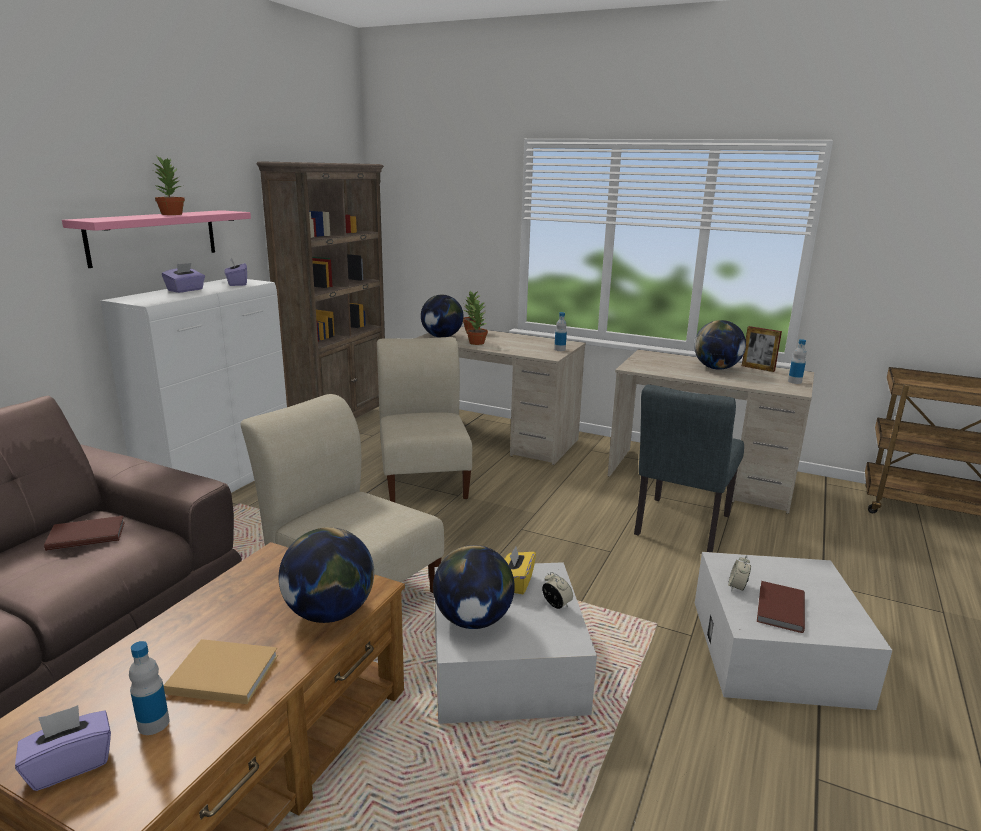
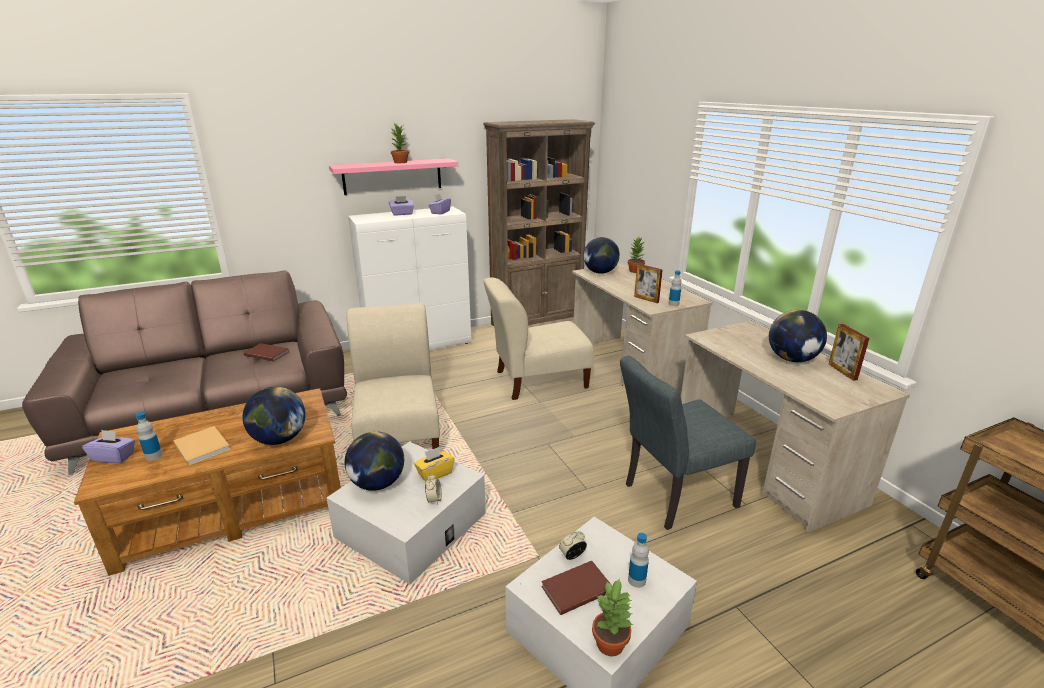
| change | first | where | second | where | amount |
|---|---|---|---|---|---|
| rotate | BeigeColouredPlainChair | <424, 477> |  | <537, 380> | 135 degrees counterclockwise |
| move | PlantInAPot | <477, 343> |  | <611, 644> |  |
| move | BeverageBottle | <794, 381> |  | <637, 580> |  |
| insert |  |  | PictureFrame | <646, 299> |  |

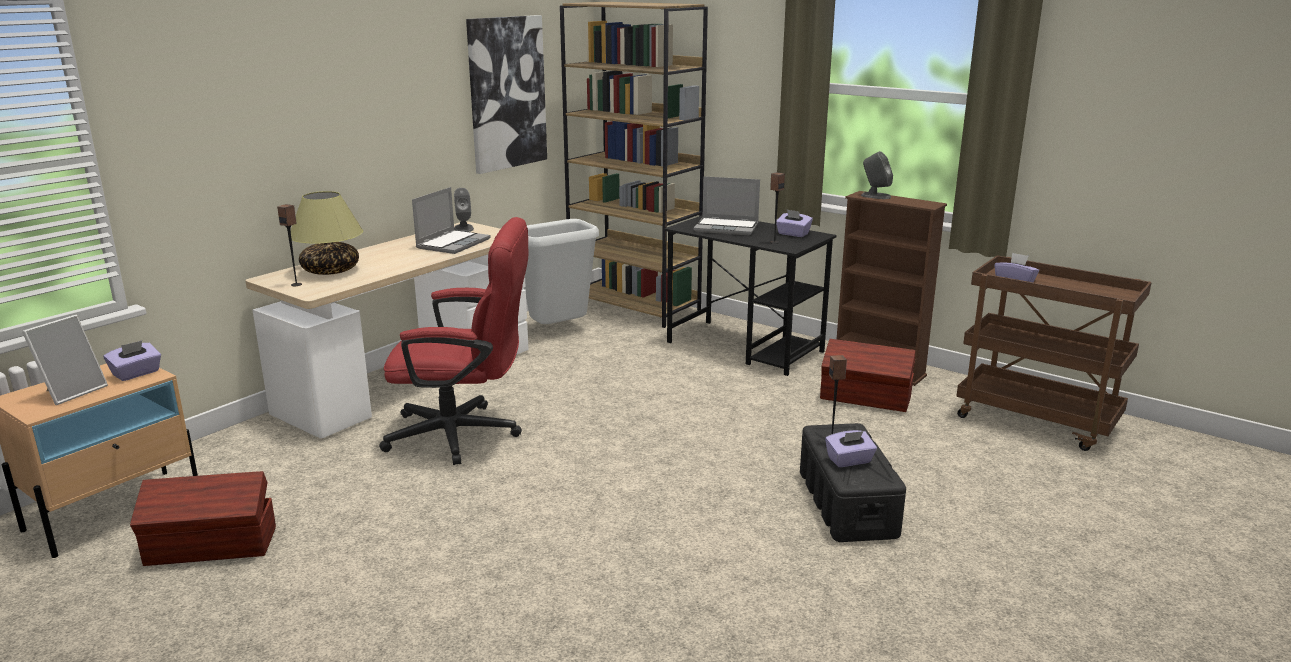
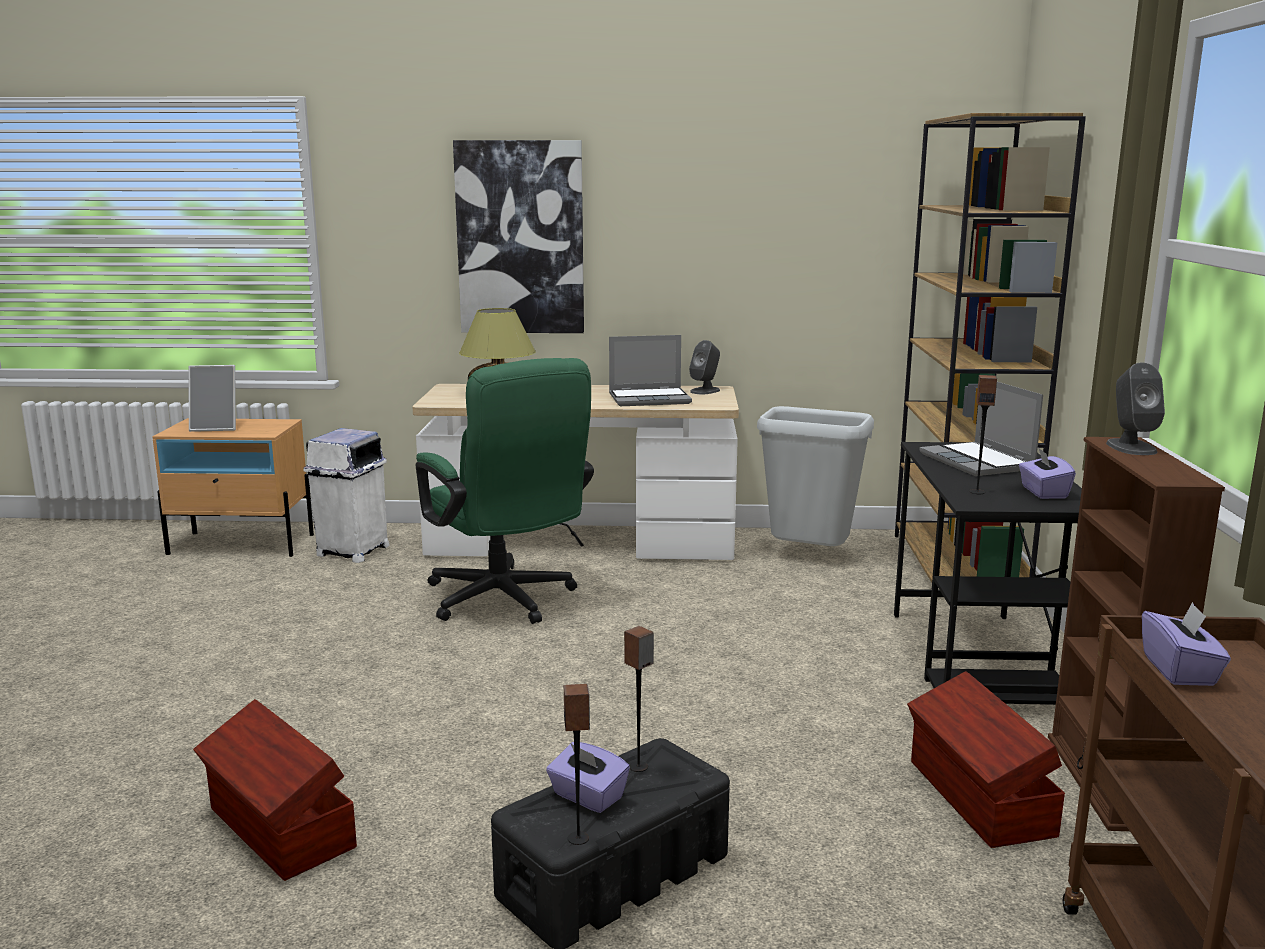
| change | first | where | second | where | amount |
|---|---|---|---|---|---|
| move | BrownishStorageContainer | <212, 547> |  | <279, 829> |  |
| insert |  |  | WhiteWasteBin | <352, 551> |  |
| recolor | RedColouredOfficeChair | <465, 434> | GreenColouredOfficeChair | <506, 602> |  |
| move | Picture | <506, 93> |  | <520, 238> |  |
| move | AudioSpeaker | <296, 284> |  | <578, 838> |  |
| delete | PurpleColouredTissueHolder | <136, 373> |  |  |  |

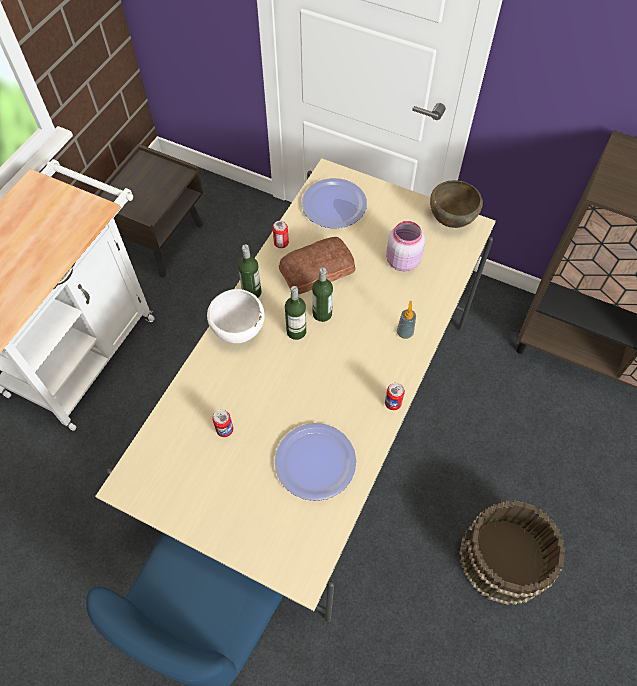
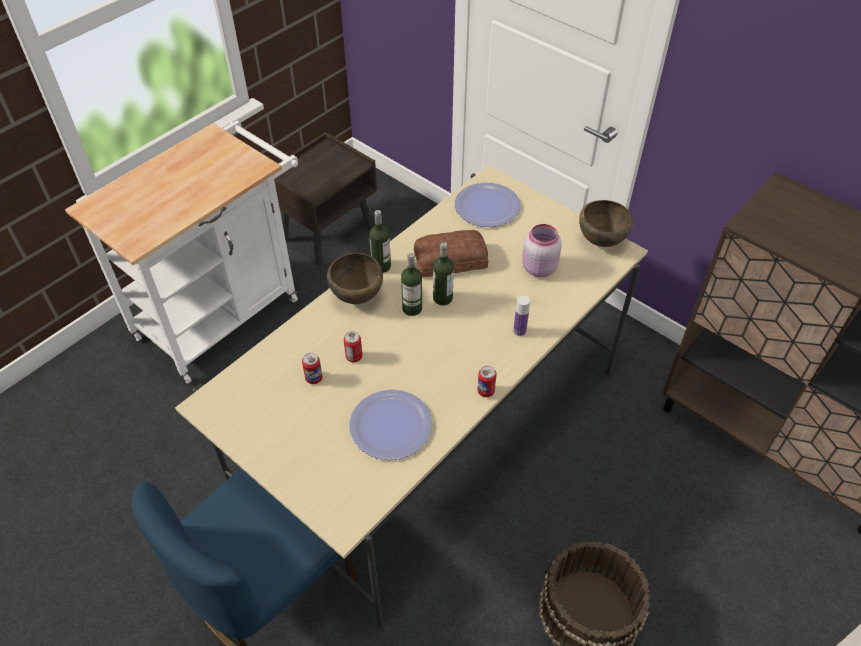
| change | first | where | second | where | amount |
|---|---|---|---|---|---|
| recolor | WhiteServingBowl | <239, 331> | BrownishServingBowl | <357, 297> |  |
| move | SealedCan | <281, 243> |  | <354, 356> |  |
| replace | SoapBottle | <404, 332> | BeverageBottle | <519, 331> |  |

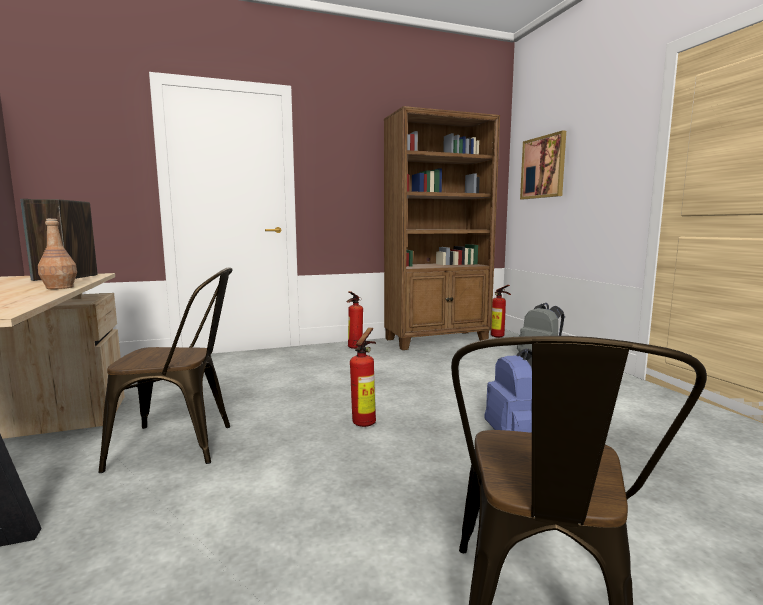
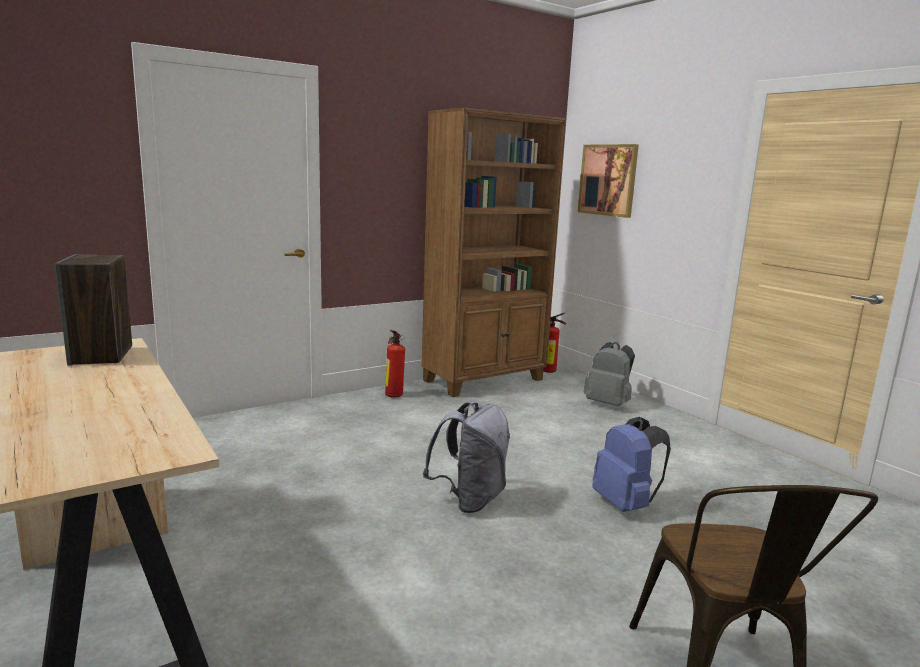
| change | first | where | second | where | amount |
|---|---|---|---|---|---|
| replace | FireFightingCylinder | <366, 421> | GreyKnapsack | <469, 500> |  |
| delete | BrownishBeverageBottle | <60, 287> |  |  |  |
| delete | BrownishPlainChair | <182, 445> |  |  |  |

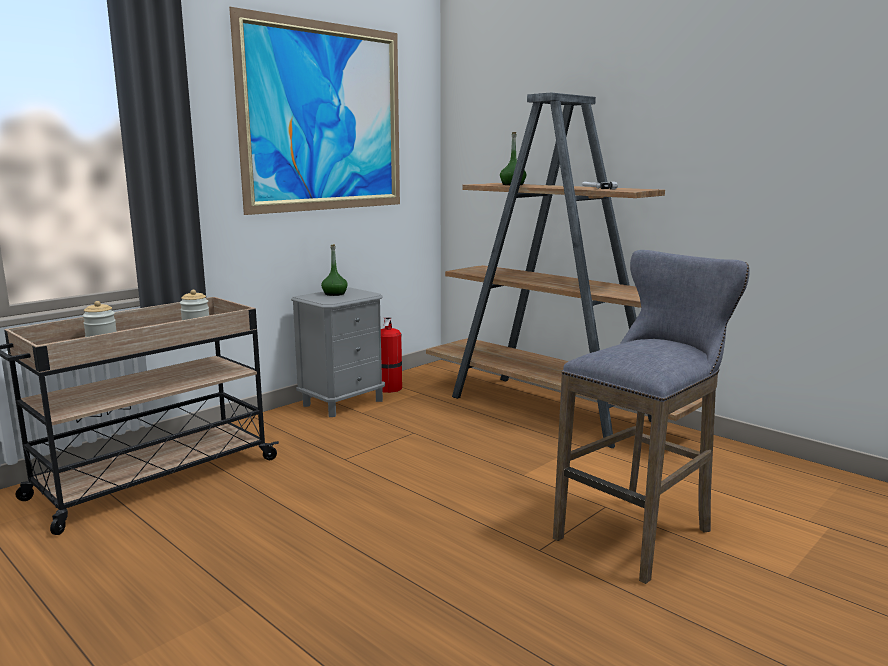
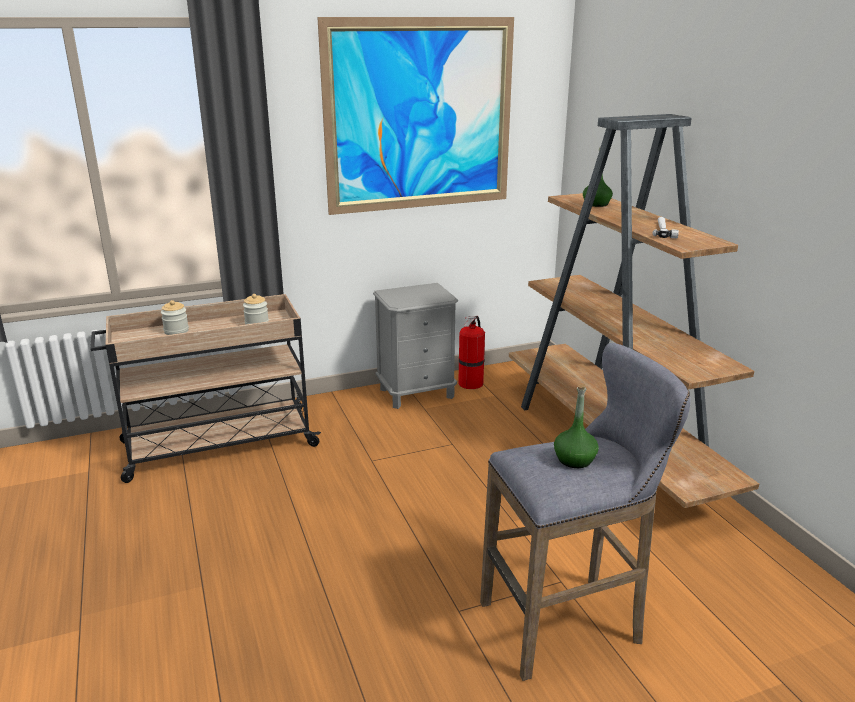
| change | first | where | second | where | amount |
|---|---|---|---|---|---|
| move | GreenColouredBeverageBottle | <334, 294> |  | <574, 459> |  |

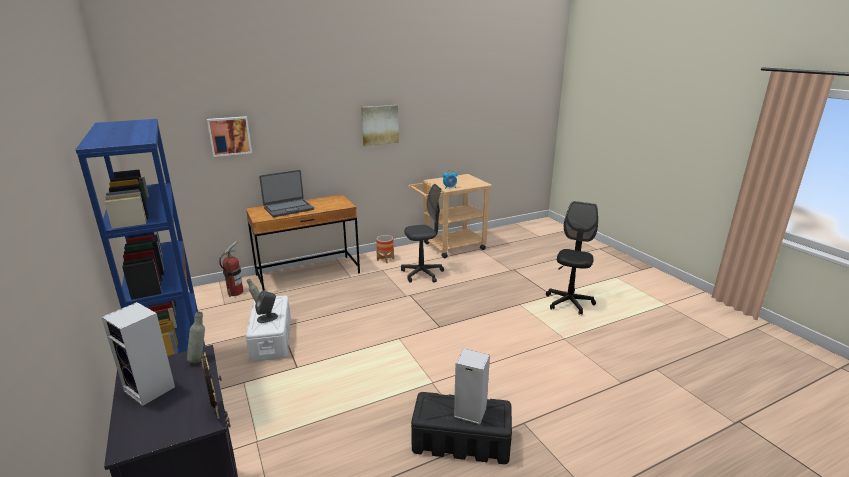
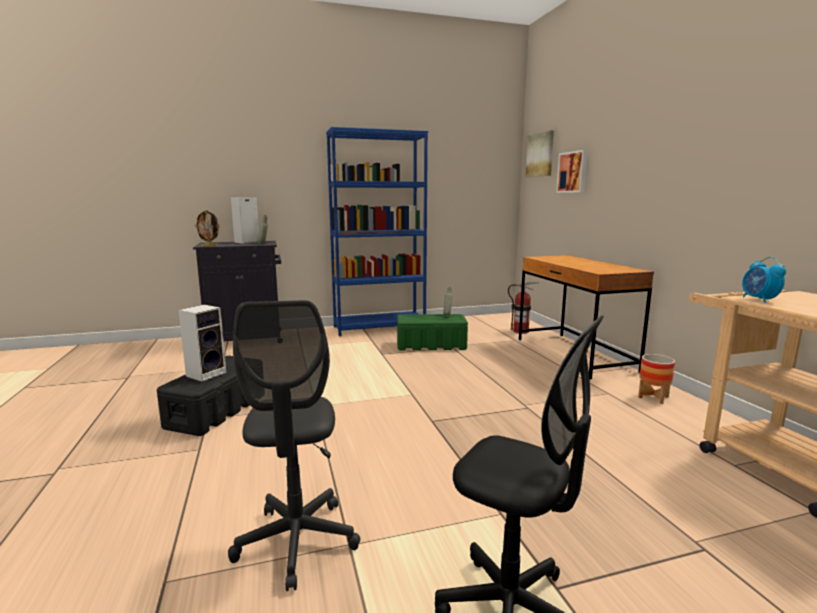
| change | first | where | second | where | amount |
|---|---|---|---|---|---|
| move | GreyOfficeChair | <422, 274> |  | <297, 541> |  |
| recolor | WhiteStorageContainer | <271, 339> | GreenColouredStorageContainer | <430, 345> |  |
| move | Picture | <379, 125> |  | <540, 155> |  |
| delete | GreyAudioSpeaker | <267, 318> |  |  |  |
| delete | Laptop | <288, 209> |  |  |  |

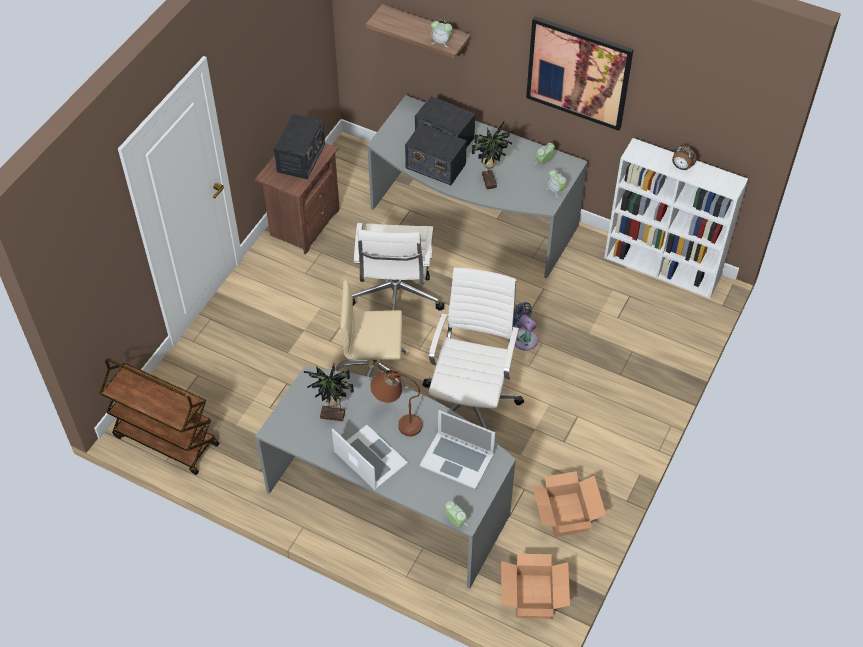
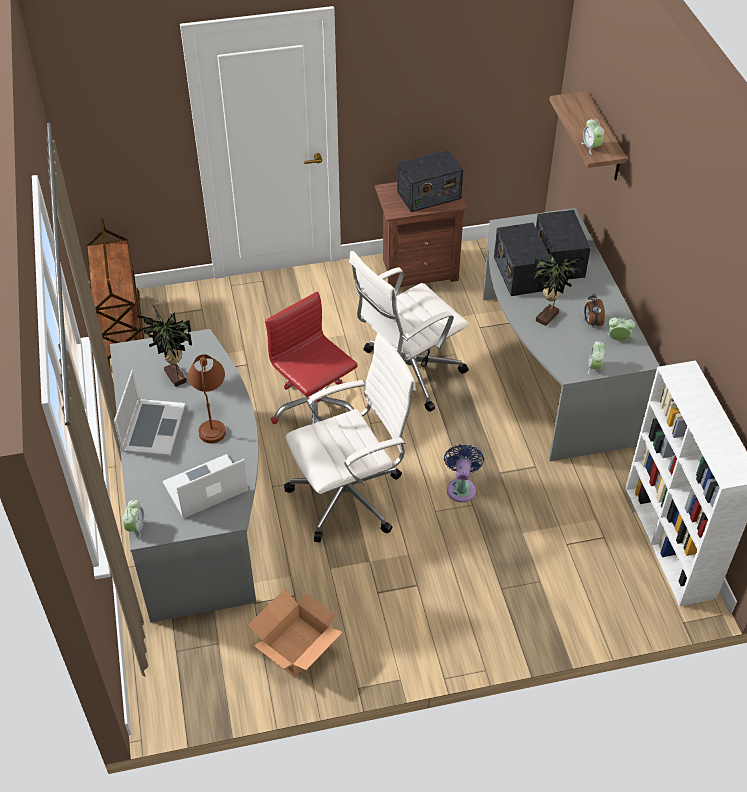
| change | first | where | second | where | amount |
|---|---|---|---|---|---|
| rotate | Laptop | <457, 459> |  | <205, 487> | 75 degrees clockwise |
| recolor | BeigeColouredOfficeChair | <373, 372> | RedColouredOfficeChair | <314, 410> |  |
| move | AlarmClock | <681, 167> |  | <592, 322> |  |
| delete | CardboardBox | <534, 596> |  |  |  |
| delete | Picture | <578, 73> |  |  |  |

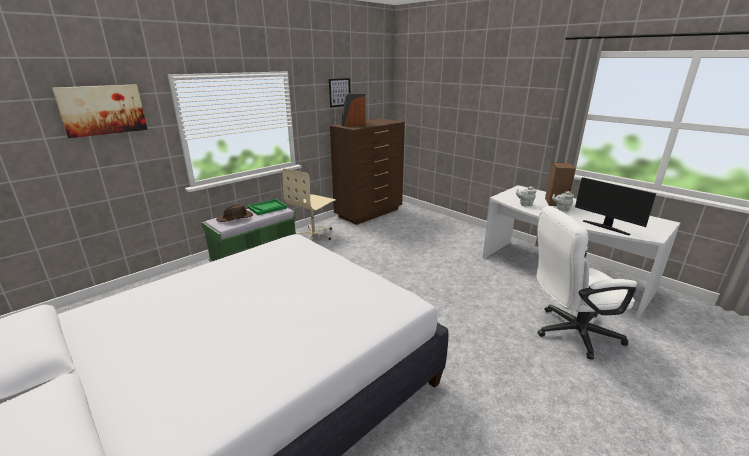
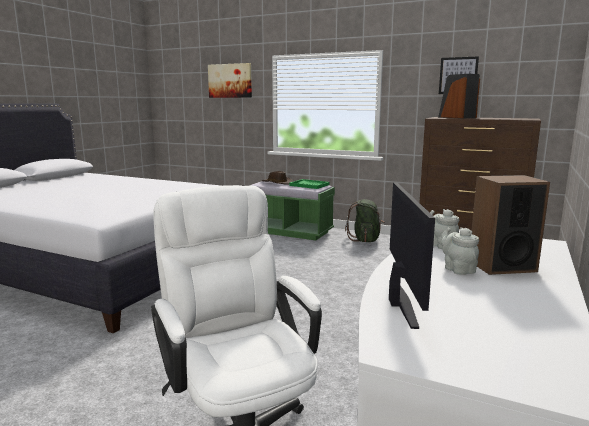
| change | first | where | second | where | amount |
|---|---|---|---|---|---|
| replace | BeigeColouredOfficeChair | <314, 235> | GreenColouredKnapsack | <365, 240> |  |
| rotate | ComputerScreen | <606, 227> |  | <399, 302> | 150 degrees clockwise |

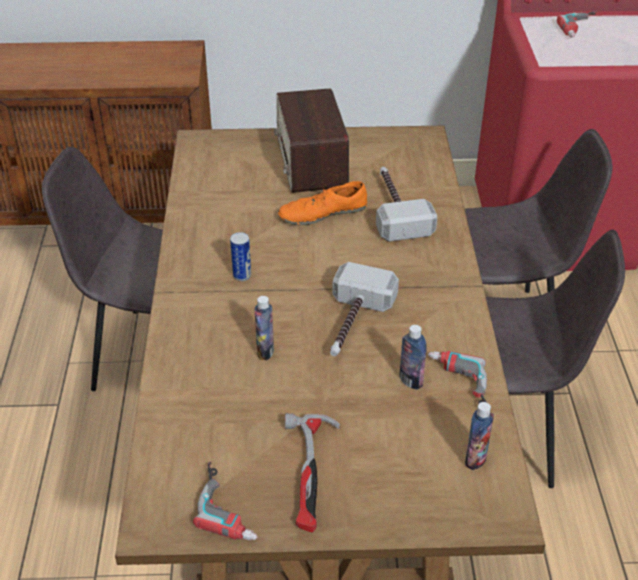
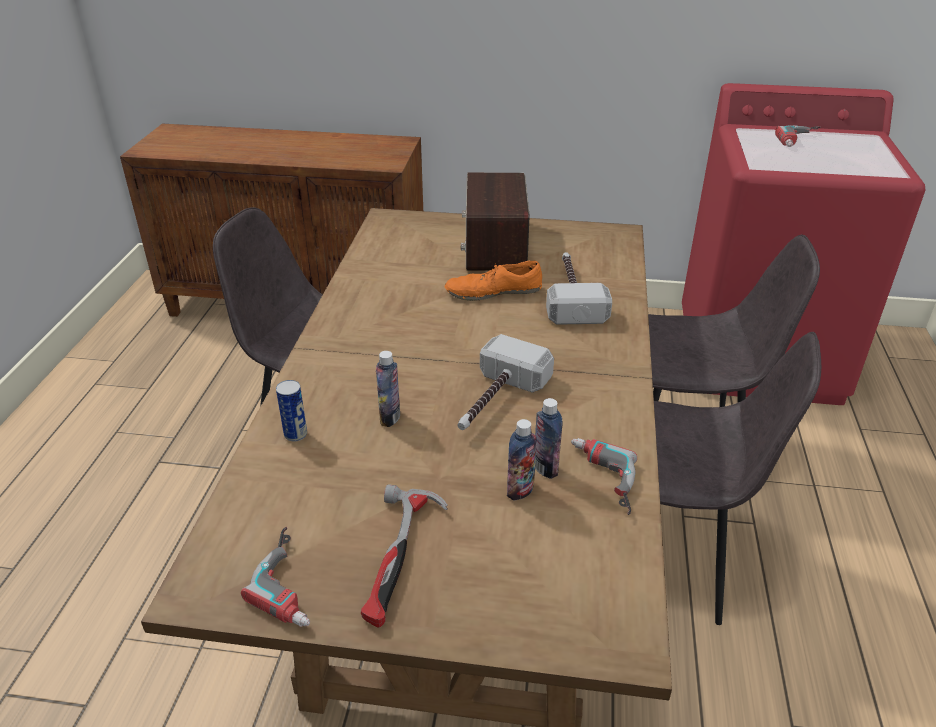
| change | first | where | second | where | amount |
|---|---|---|---|---|---|
| move | SealedCan | <242, 275> |  | <295, 434> |  |
| move | BeverageBottle | <475, 459> |  | <520, 490> |  |

